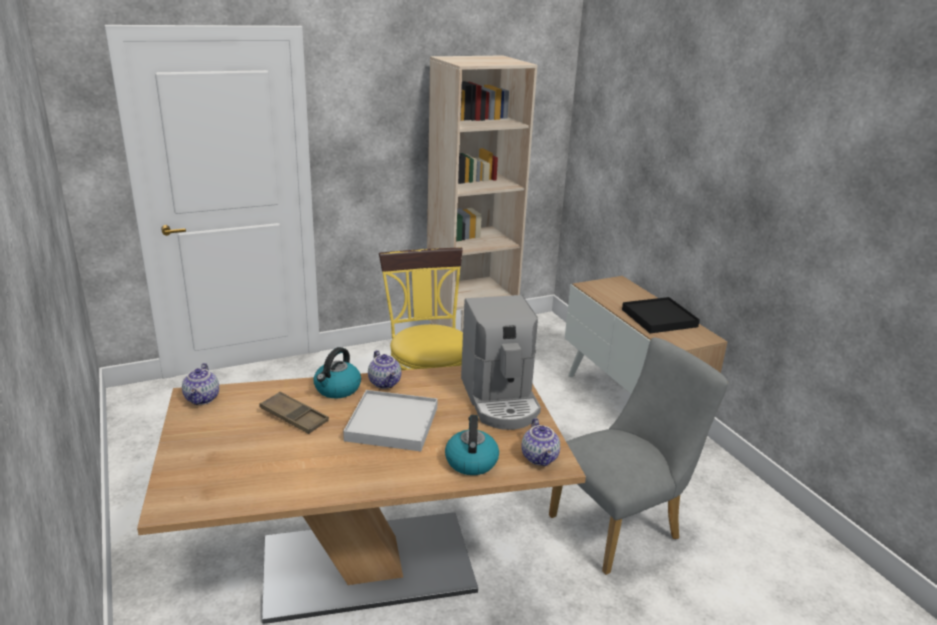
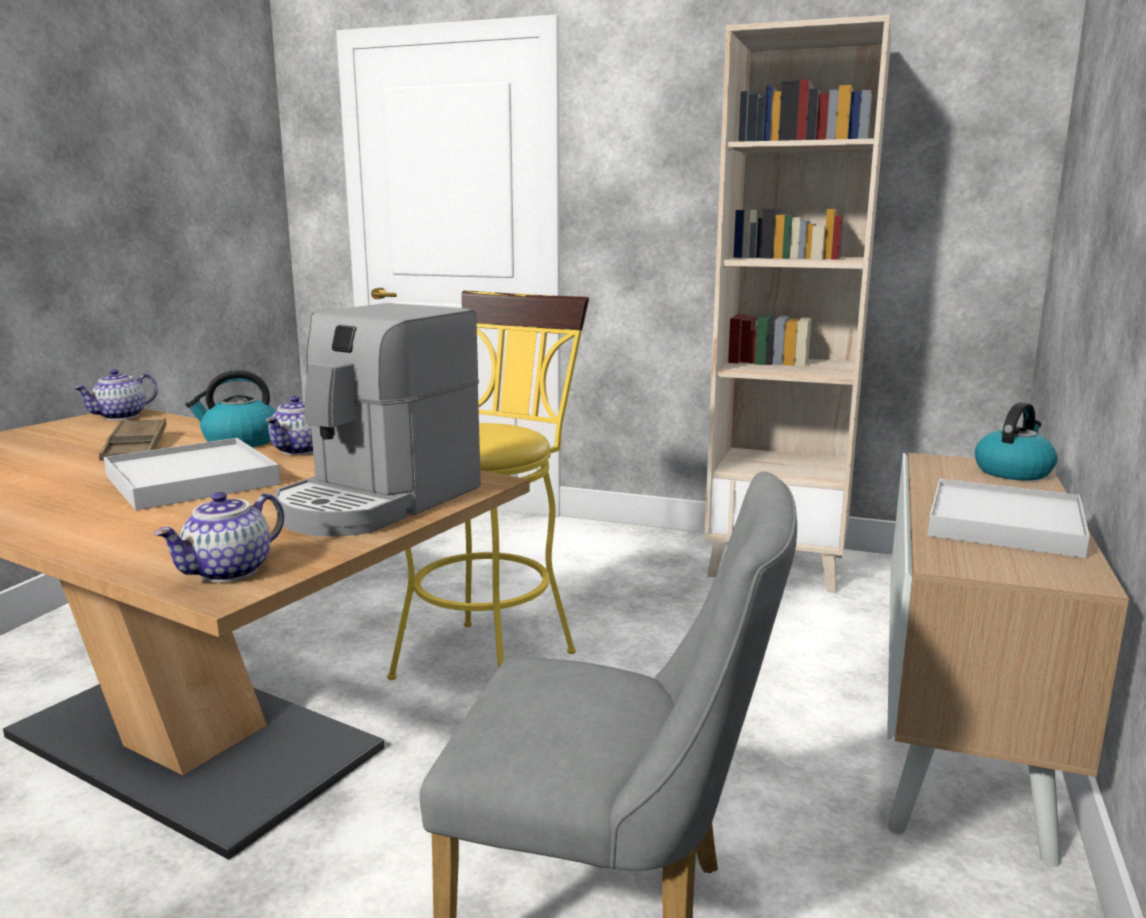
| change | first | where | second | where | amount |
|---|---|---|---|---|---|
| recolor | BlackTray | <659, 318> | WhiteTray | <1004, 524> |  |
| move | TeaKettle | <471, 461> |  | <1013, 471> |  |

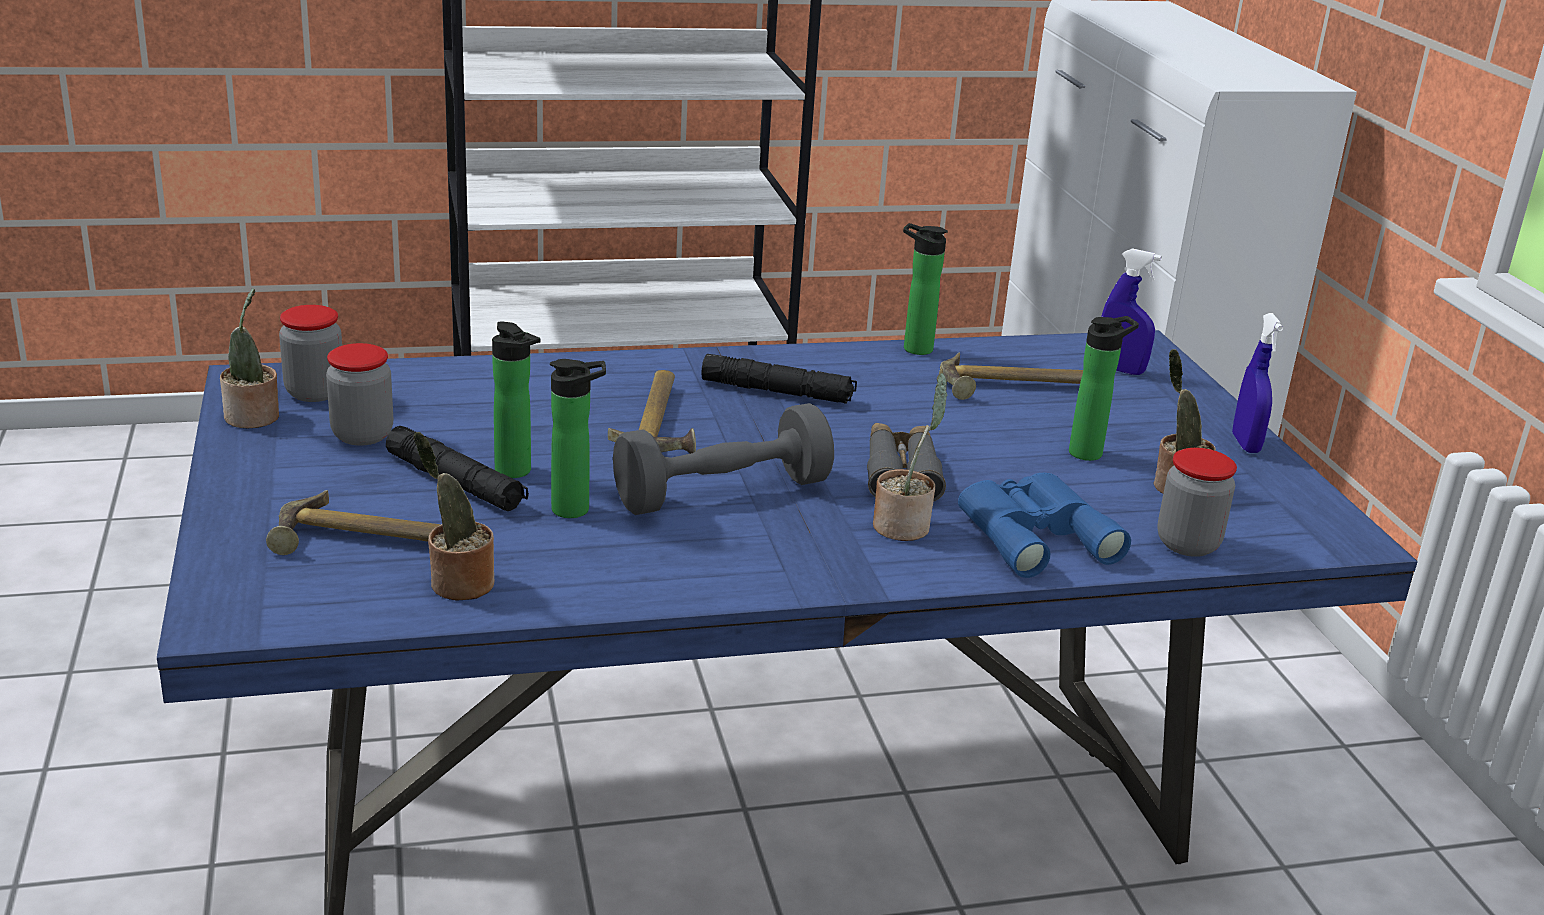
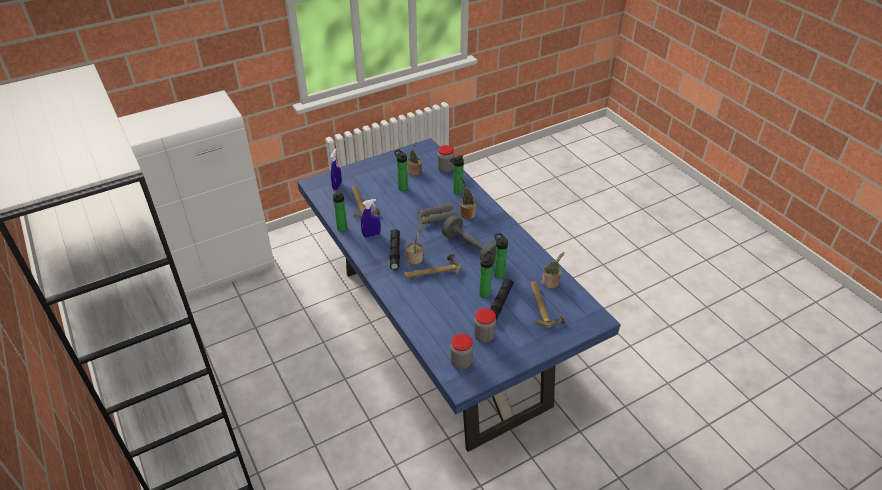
| change | first | where | second | where | amount |
|---|---|---|---|---|---|
| move | BlueSprayBottle | <1245, 444> |  | <371, 235> |  |
| move | PlantInAPot | <253, 418> |  | <415, 258> |  |
| replace | BlueFieldGlasses | <1033, 533> | BeverageBottle | <456, 192> |  |

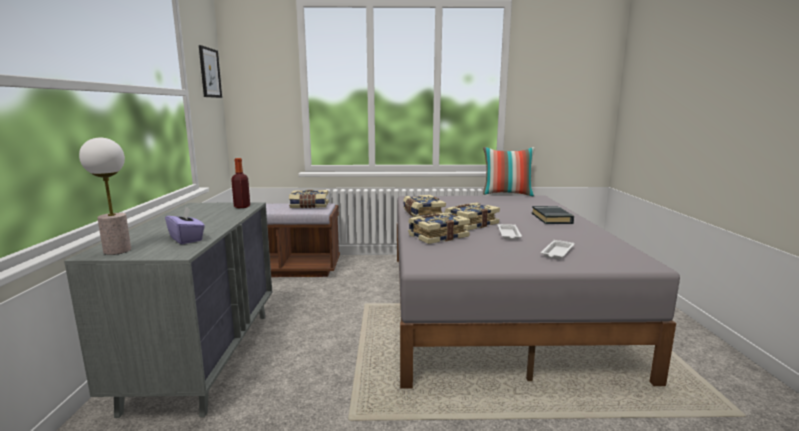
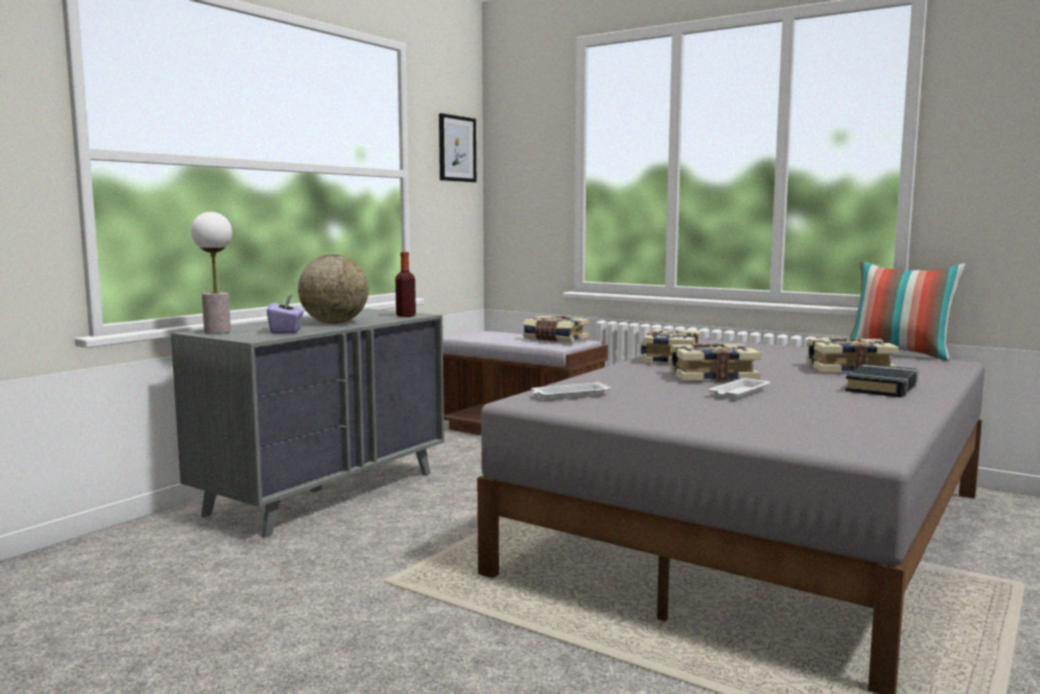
| change | first | where | second | where | amount |
|---|---|---|---|---|---|
| insert |  |  | WorldGlobe | <334, 323> |  |
| move | WhiteTray | <557, 253> |  | <569, 395> |  |
| move | Volume | <437, 236> |  | <849, 369> |  |

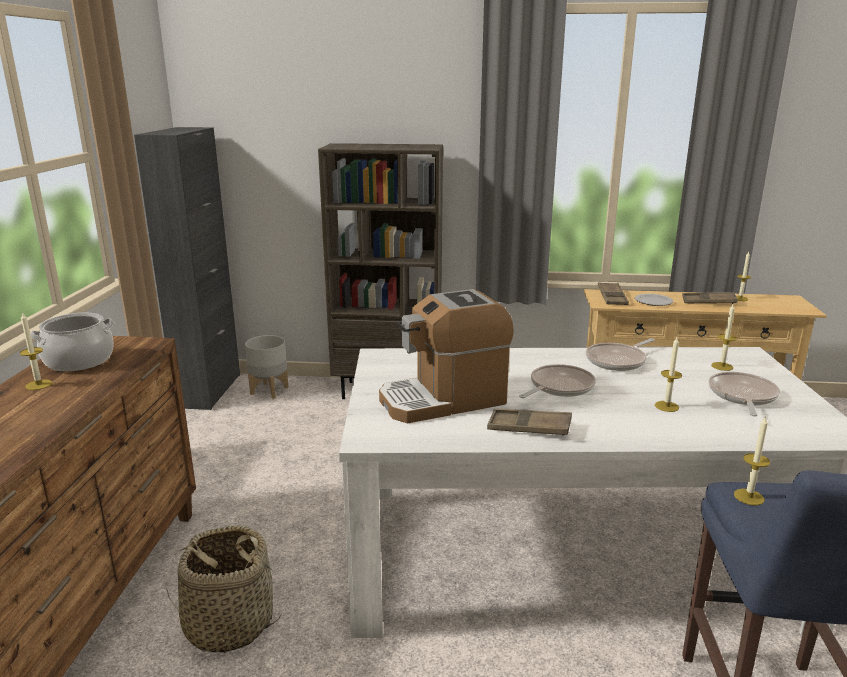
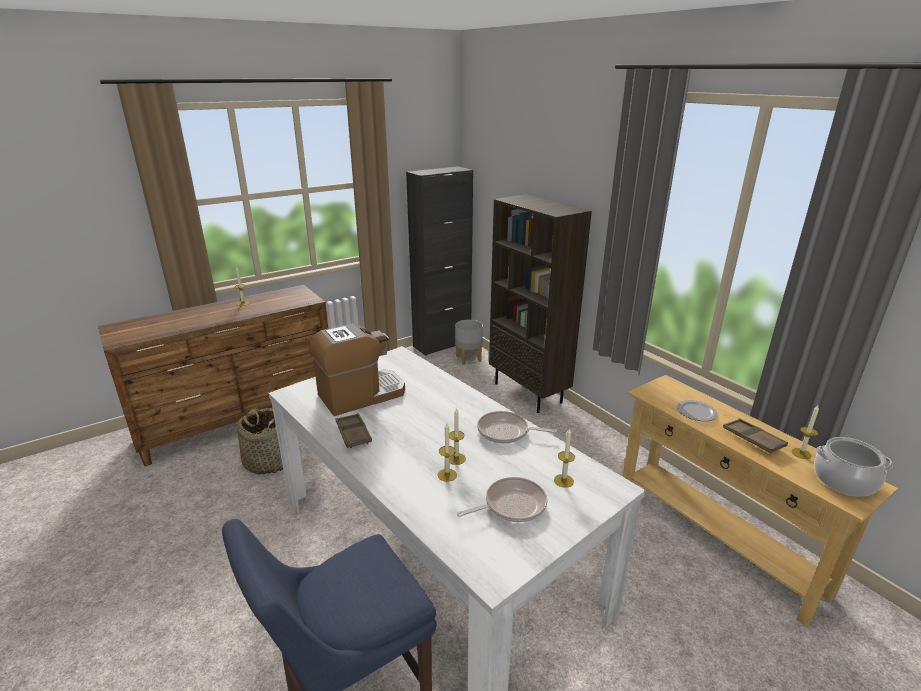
| change | first | where | second | where | amount |
|---|---|---|---|---|---|
| rotate | CoffeeBrewer | <443, 399> |  | <361, 395> | 120 degrees clockwise |
| move | WaxCandle | <749, 497> |  | <456, 458> |  |
| move | Stockpot | <79, 361> |  | <844, 481> |  |
| delete | Skillet | <559, 387> |  |  |  |
| delete | BrownishTray | <612, 297> |  |  |  |

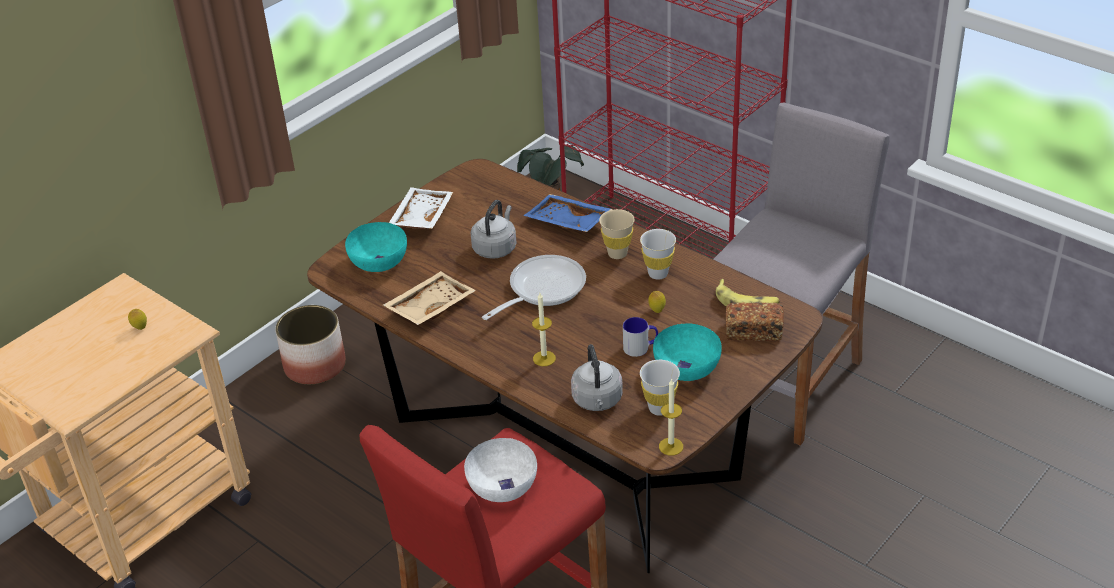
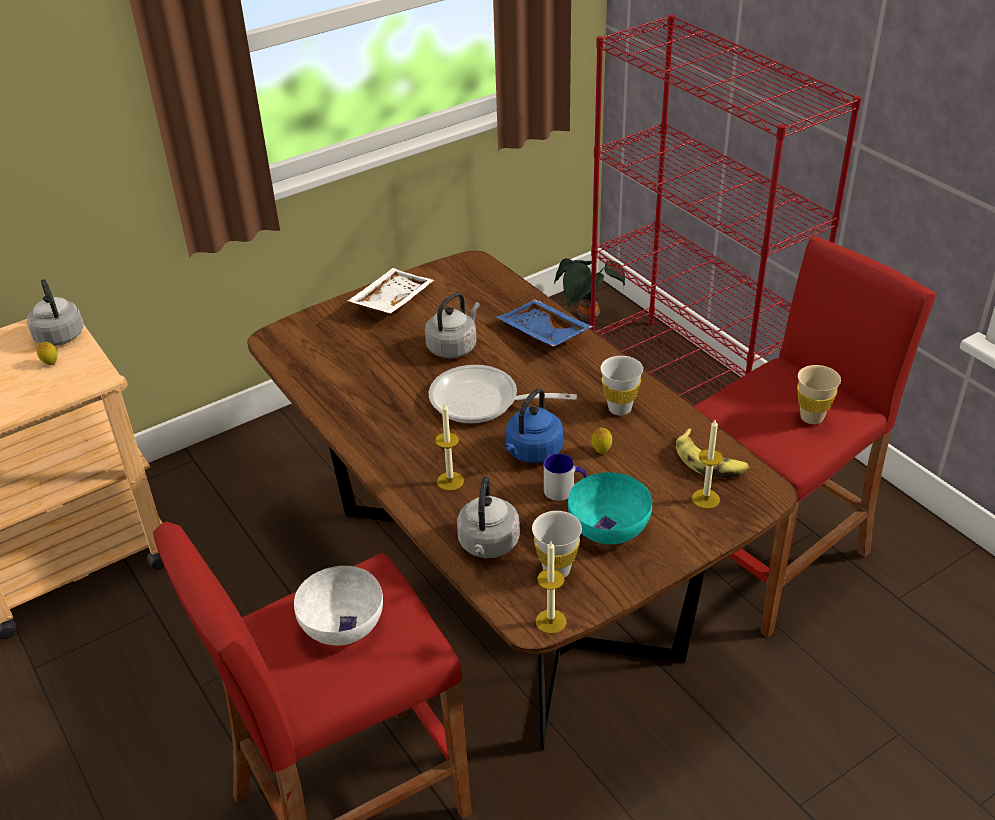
| change | first | where | second | where | amount |
|---|---|---|---|---|---|
| insert |  |  | GreyTeaKettle | <59, 335> |  |
| rotate | Skillet | <541, 289> |  | <482, 402> | 135 degrees counterclockwise |
| insert |  |  | BlueTeaKettle | <532, 452> |  |
| replace | Bread | <753, 331> | WaxCandle | <705, 499> |  |
| recolor | GreySittingStool | <784, 382> | RedColouredSittingStool | <772, 559> |  |
| move | BeigeColouredCup | <617, 253> |  | <811, 417> |  |
| delete | PlantPot | <315, 365> |  |  |  |
| delete | TurquoiseColouredServingBowl | <378, 262> |  |  |  |
| delete | BeigeColouredTray | <429, 306> |  |  |  |

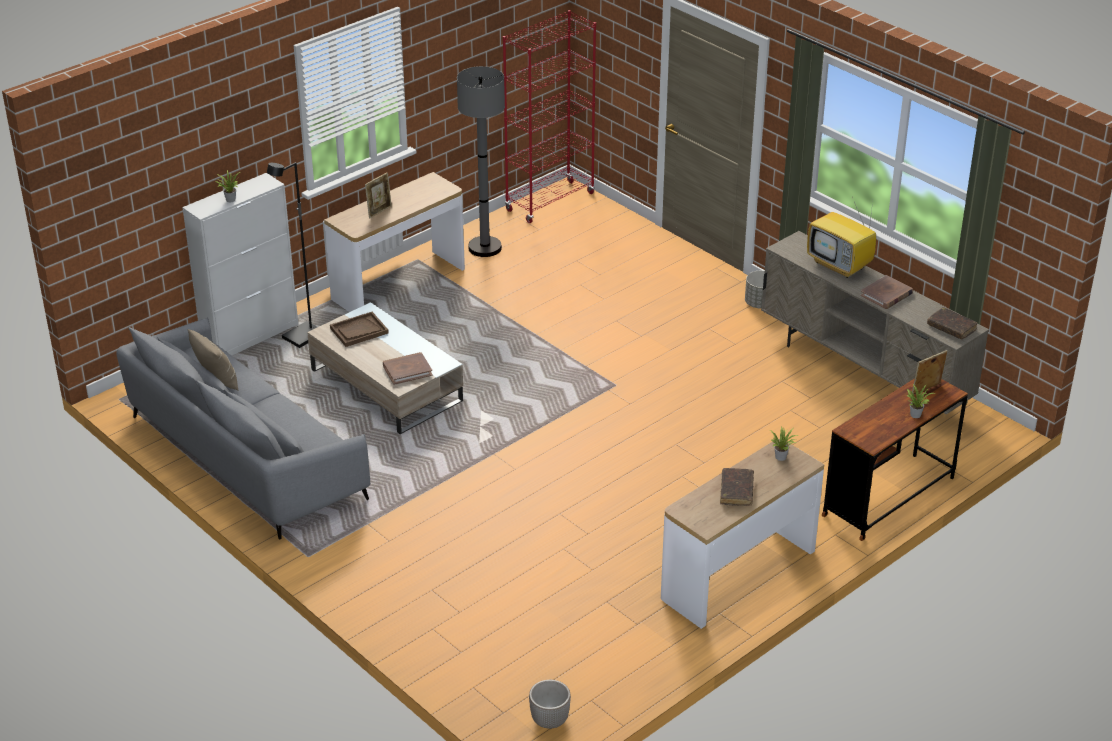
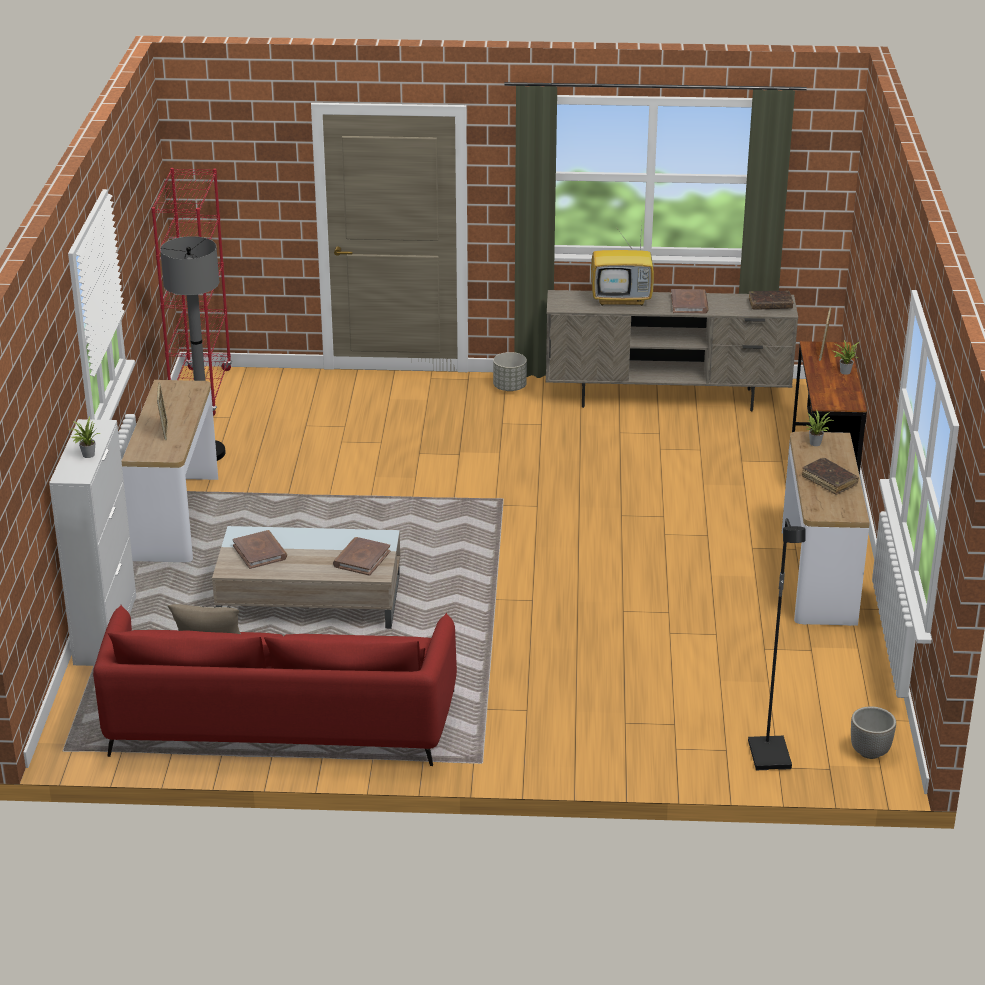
| change | first | where | second | where | amount |
|---|---|---|---|---|---|
| recolor | GreySettee | <243, 456> | RedColouredSettee | <278, 724> |  |
| replace | BrownishTray | <359, 331> | BrownishVolume | <260, 552> |  |
| move | BlackStandingLamp | <303, 337> |  | <771, 756> |  |

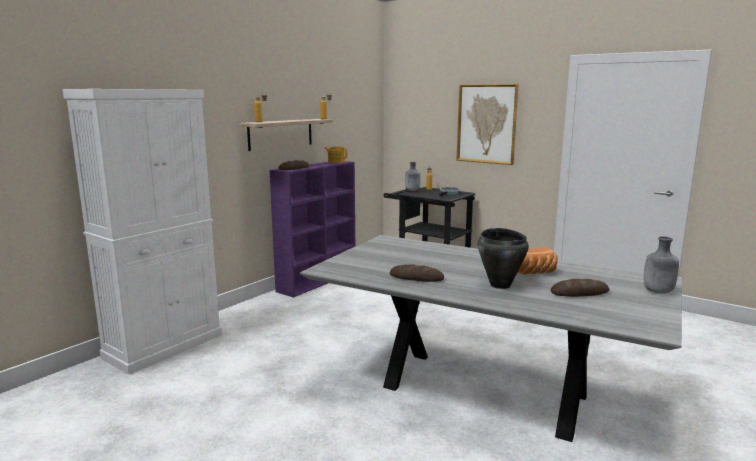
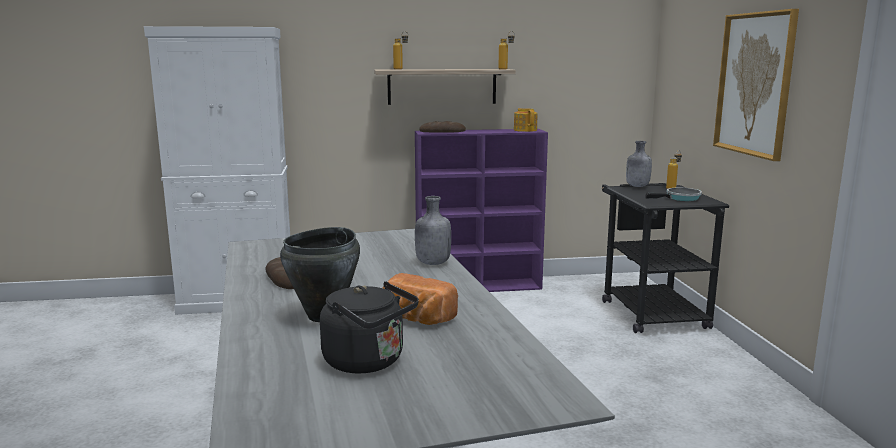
| change | first | where | second | where | amount |
|---|---|---|---|---|---|
| replace | Bread | <579, 292> | BlackTeaKettle | <368, 362> |  |
| move | GreyBeverageBottle | <658, 292> |  | <432, 263> |  |

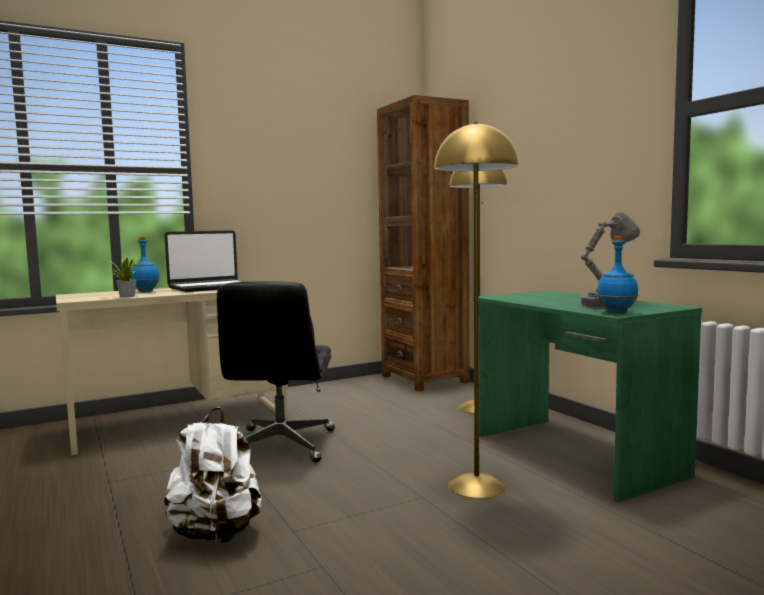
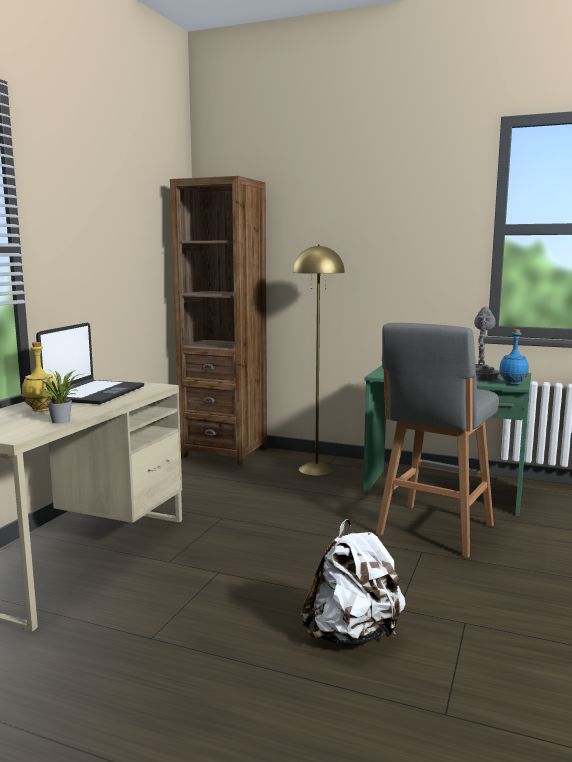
| change | first | where | second | where | amount |
|---|---|---|---|---|---|
| recolor | BlueBeverageBottle | <145, 292> | YellowishBeverageBottle | <42, 410> |  |
| replace | YellowishStandingLamp | <476, 485> | GreySittingStool | <433, 531> |  |
| delete | BlackOfficeChair | <281, 446> |  |  |  |

